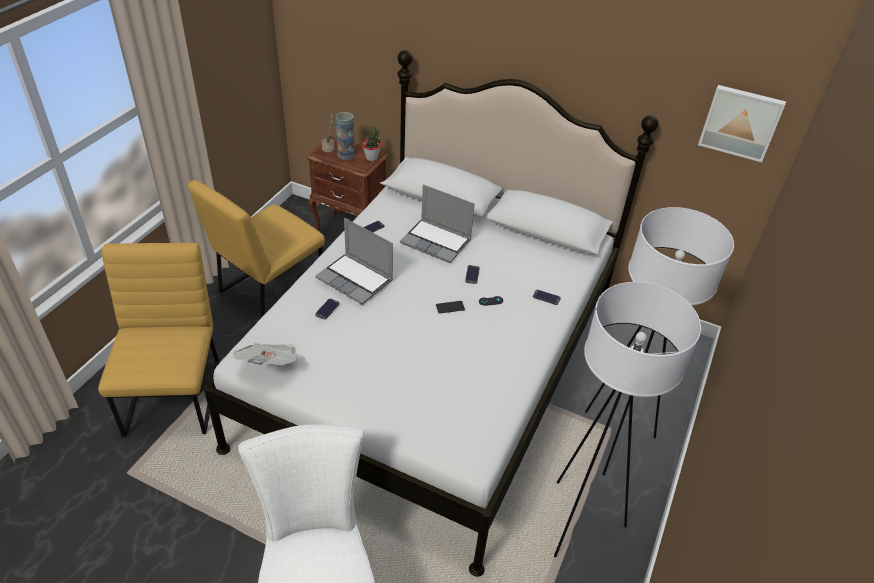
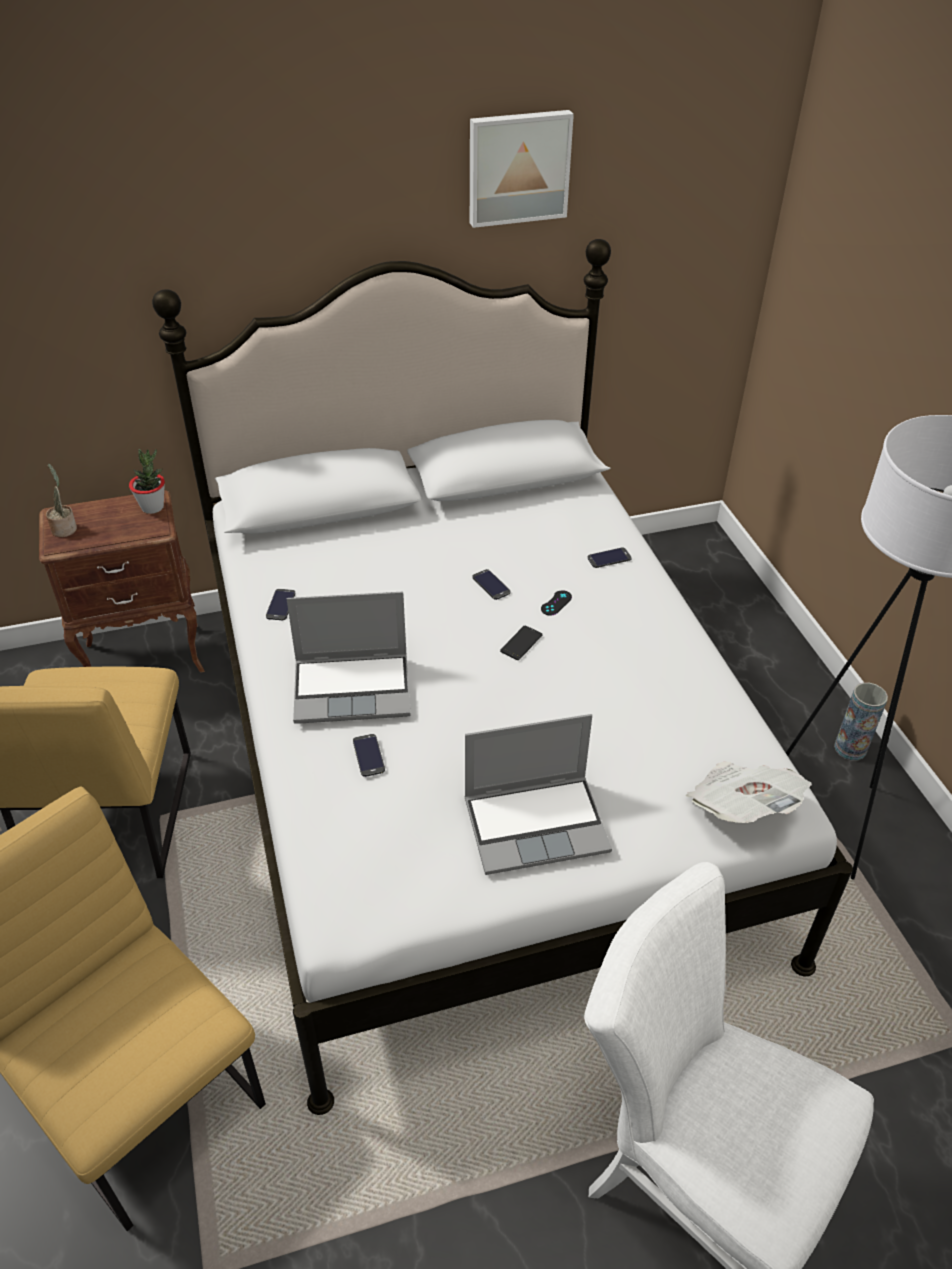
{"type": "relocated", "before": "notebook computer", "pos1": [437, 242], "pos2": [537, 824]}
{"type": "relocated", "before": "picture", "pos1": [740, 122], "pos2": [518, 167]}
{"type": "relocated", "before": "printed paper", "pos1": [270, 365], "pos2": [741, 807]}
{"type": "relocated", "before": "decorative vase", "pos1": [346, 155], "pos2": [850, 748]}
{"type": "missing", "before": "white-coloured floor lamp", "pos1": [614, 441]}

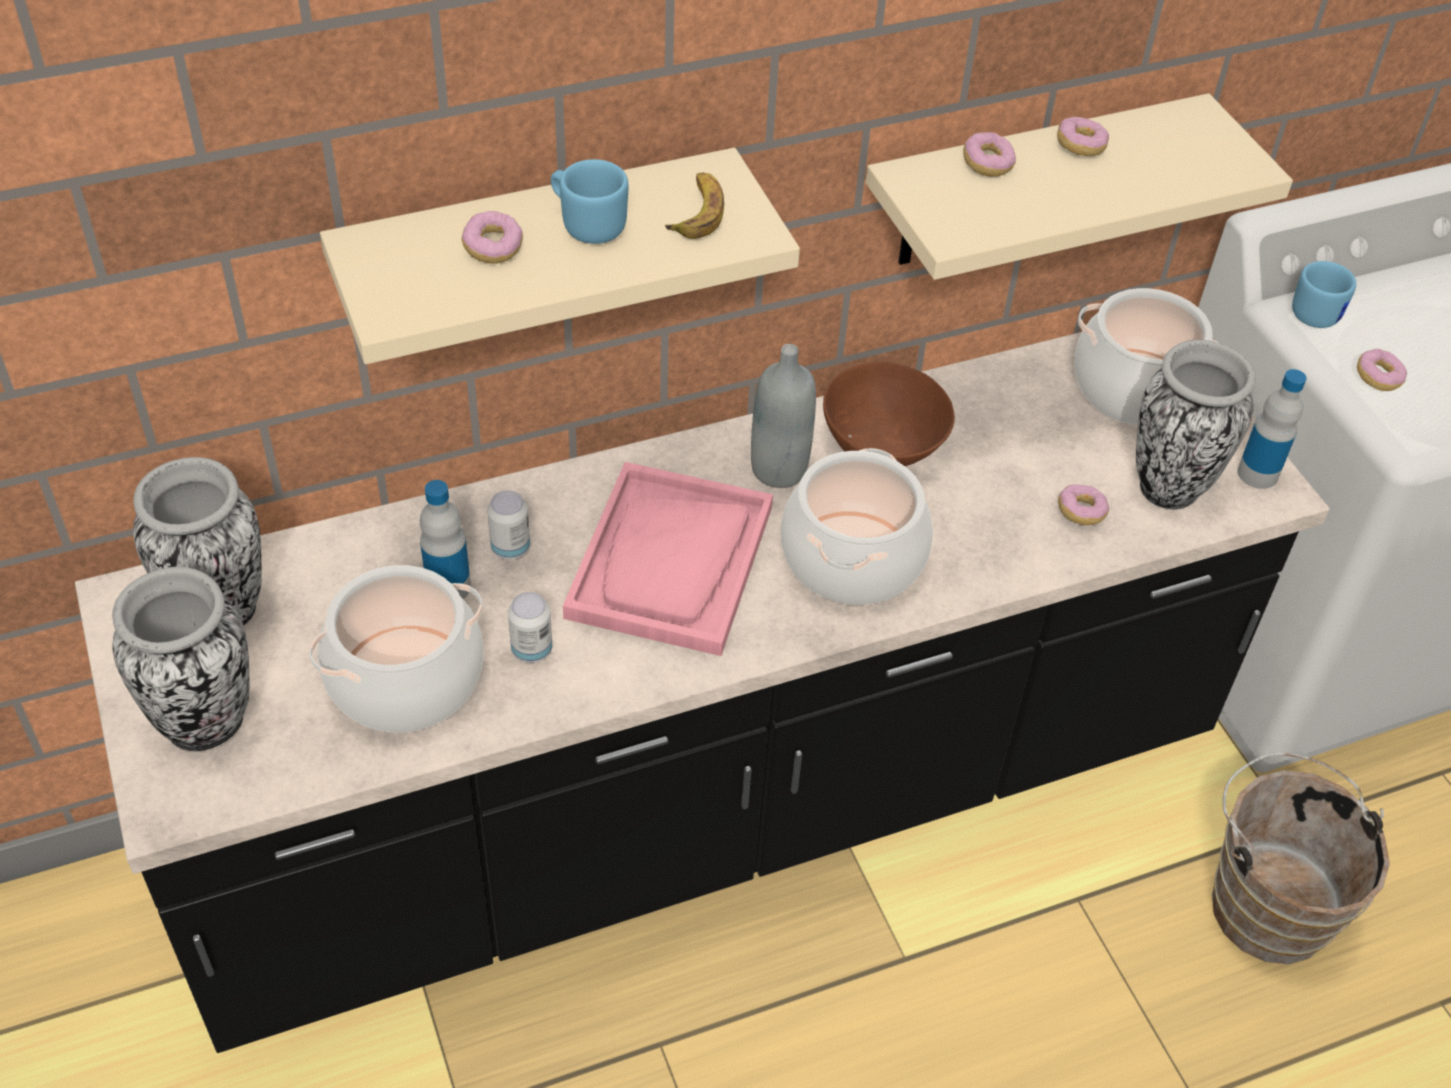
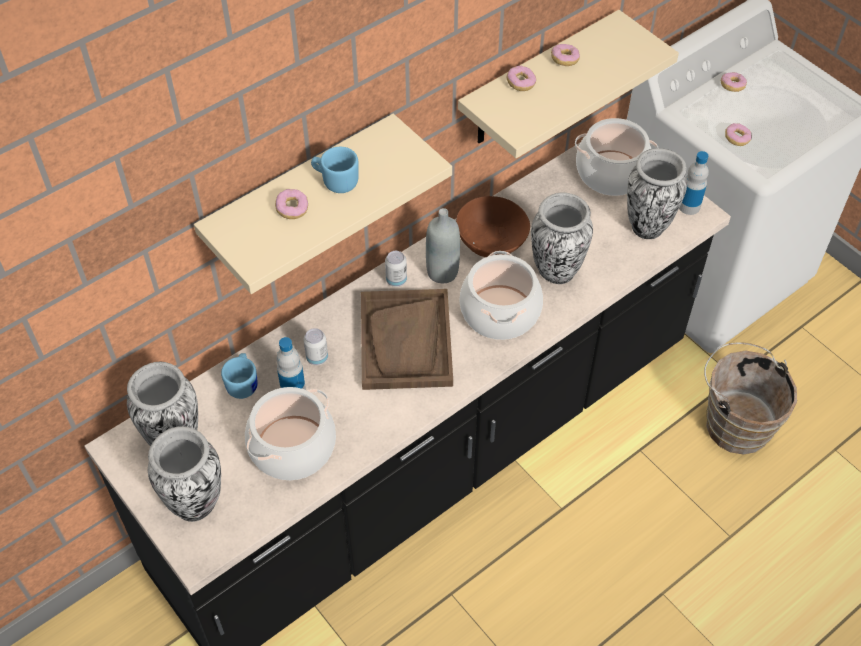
{"type": "relocated", "before": "bluish tea mug", "pos1": [1316, 310], "pos2": [243, 383]}
{"type": "colour", "before": "pink serving tray", "after": "brownish serving tray", "pos1": [671, 562], "pos2": [406, 341]}
{"type": "relocated", "before": "sealed can", "pos1": [532, 650], "pos2": [396, 280]}
{"type": "appeared", "after": "decorative vase", "pos2": [556, 271]}
{"type": "relocated", "before": "doughnut", "pos1": [1081, 512], "pos2": [732, 86]}
{"type": "missing", "before": "banana", "pos1": [697, 212]}

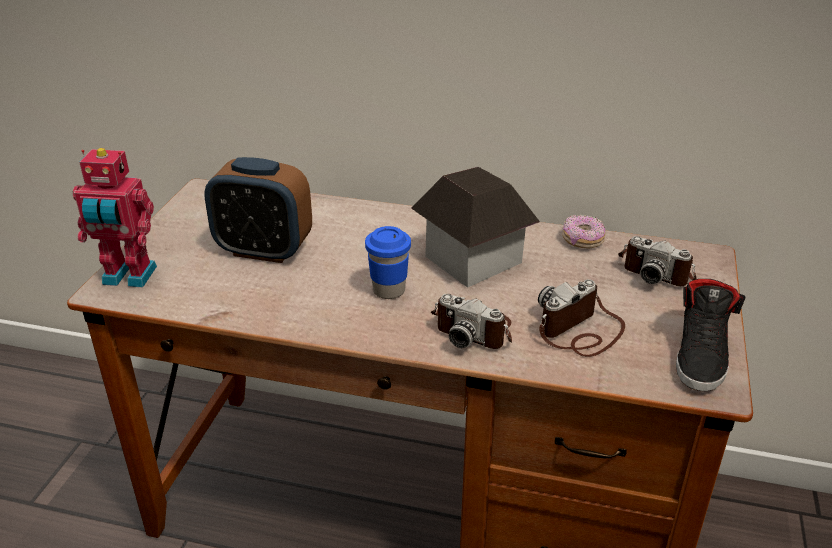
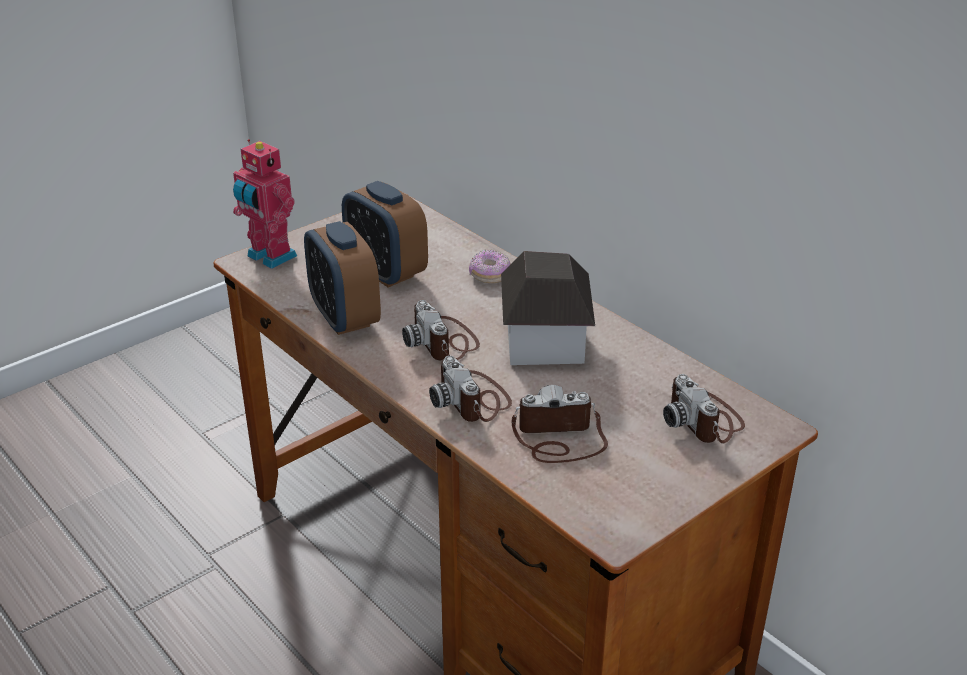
{"type": "appeared", "after": "alarm clock", "pos2": [344, 317]}
{"type": "exchanged", "before": "bluish small cup", "after": "photo camera", "pos1": [389, 290], "pos2": [443, 342]}
{"type": "relocated", "before": "doughnut", "pos1": [582, 240], "pos2": [489, 275]}
{"type": "missing", "before": "blackish shoe", "pos1": [701, 354]}

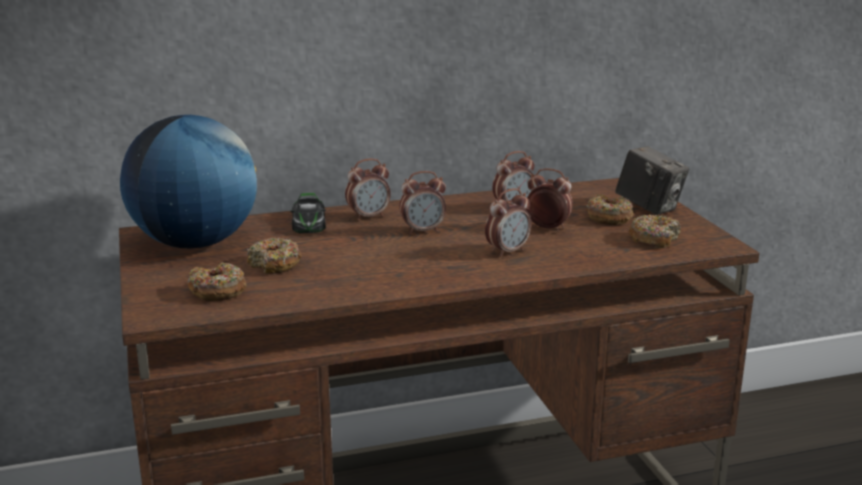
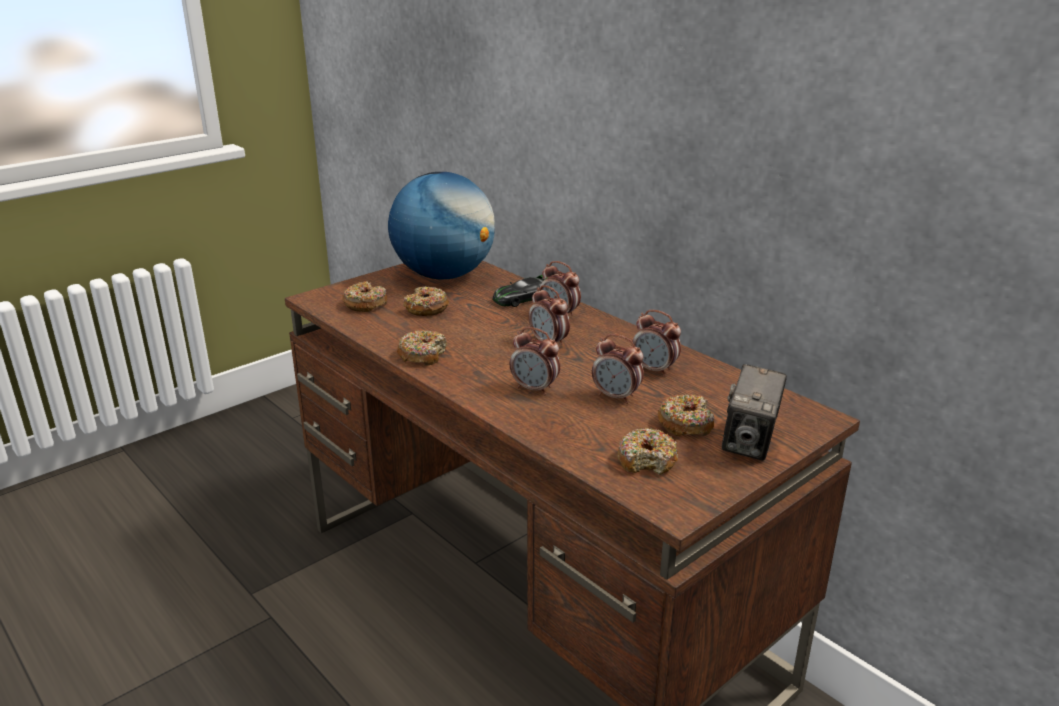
{"type": "appeared", "after": "doughnut", "pos2": [422, 355]}
{"type": "spun", "before": "alarm clock", "pos1": [547, 228], "pos2": [616, 397], "turn": 120}

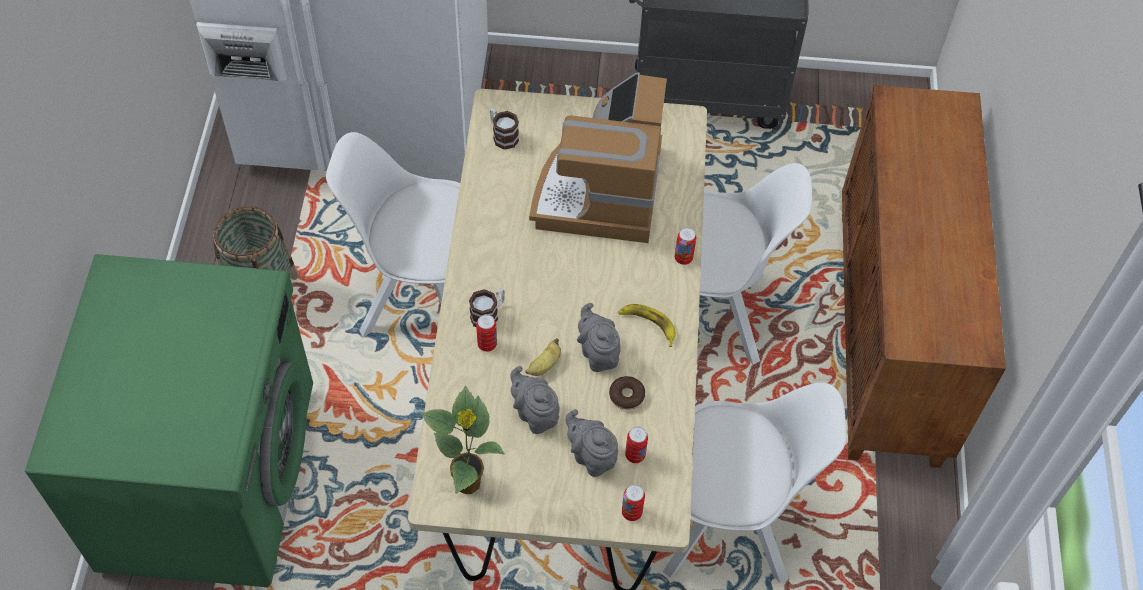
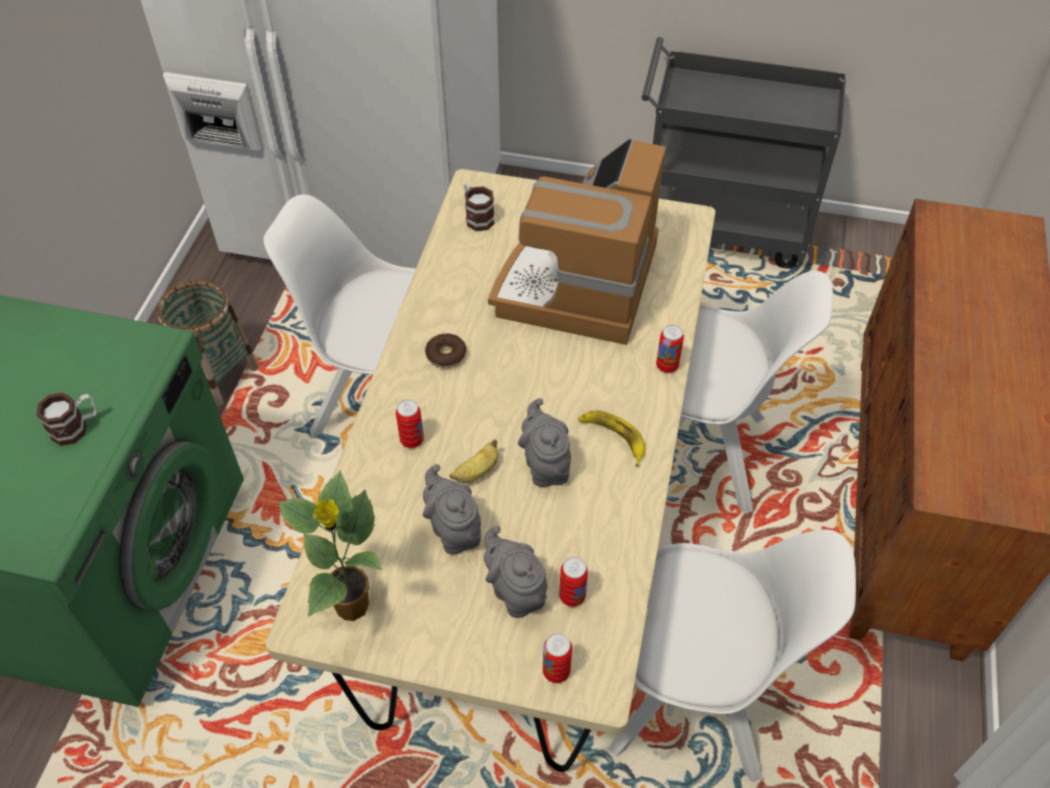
{"type": "relocated", "before": "tea mug", "pos1": [488, 314], "pos2": [76, 427]}
{"type": "relocated", "before": "doughnut", "pos1": [626, 396], "pos2": [446, 355]}

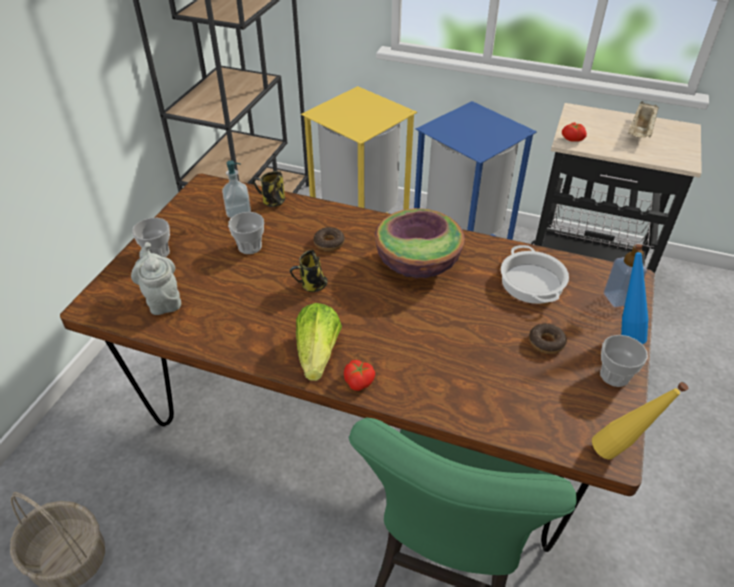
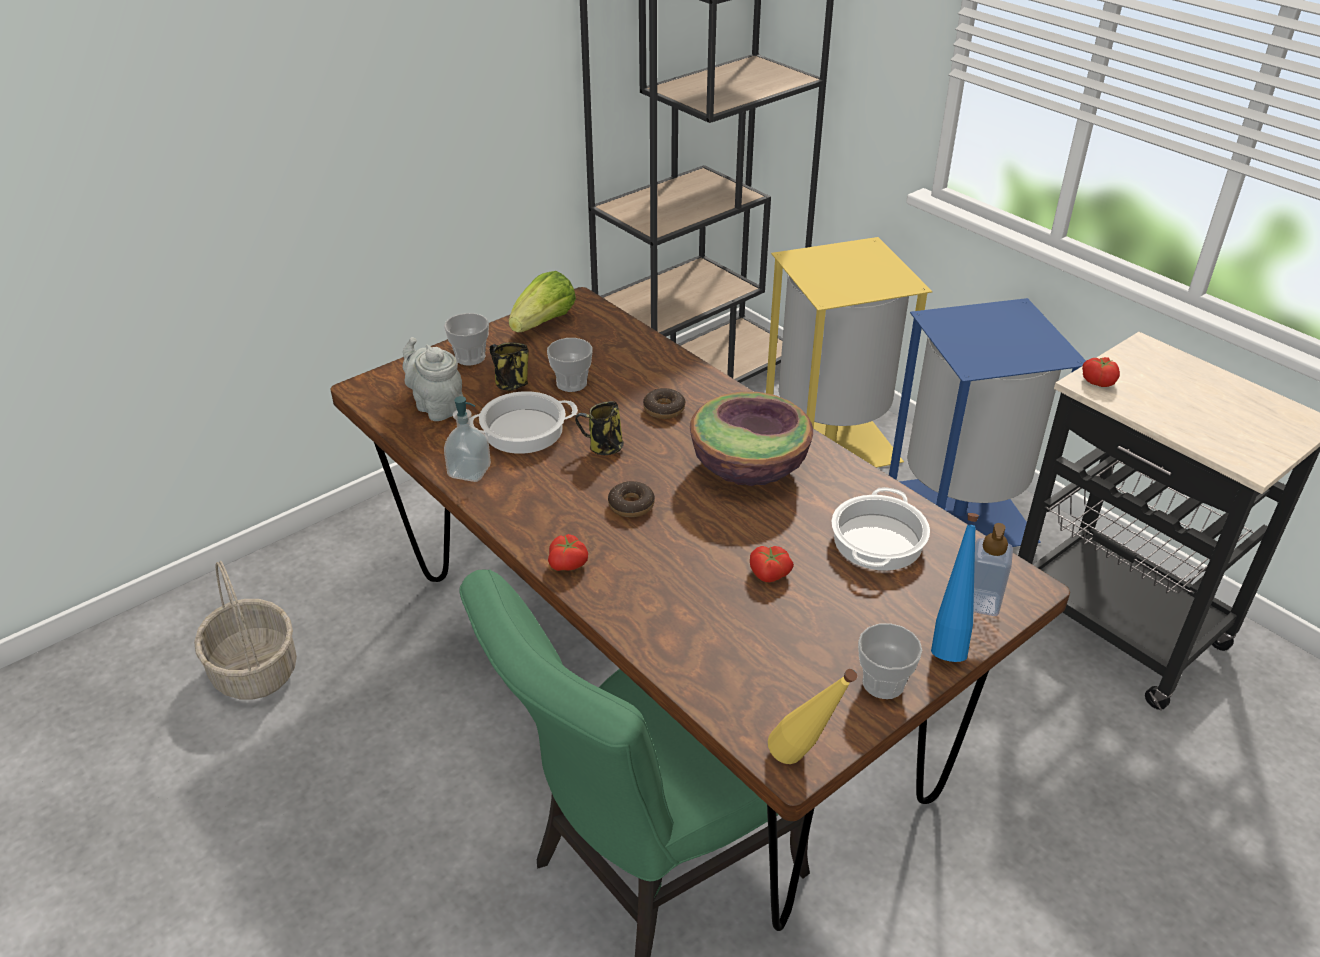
{"type": "spun", "before": "grey pot for tea", "pos1": [162, 300], "pos2": [437, 406], "turn": -45}
{"type": "relocated", "before": "soap bottle", "pos1": [238, 211], "pos2": [469, 471]}
{"type": "appeared", "after": "stockpot", "pos2": [523, 431]}
{"type": "relocated", "before": "tea mug", "pos1": [272, 202], "pos2": [510, 384]}
{"type": "relocated", "before": "lettuce", "pos1": [318, 354], "pos2": [544, 323]}
{"type": "relocated", "before": "doughnut", "pos1": [546, 342], "pos2": [631, 505]}
{"type": "appeared", "after": "tomato", "pos2": [769, 574]}
{"type": "missing", "before": "beige-coloured serving tray", "pos1": [640, 131]}

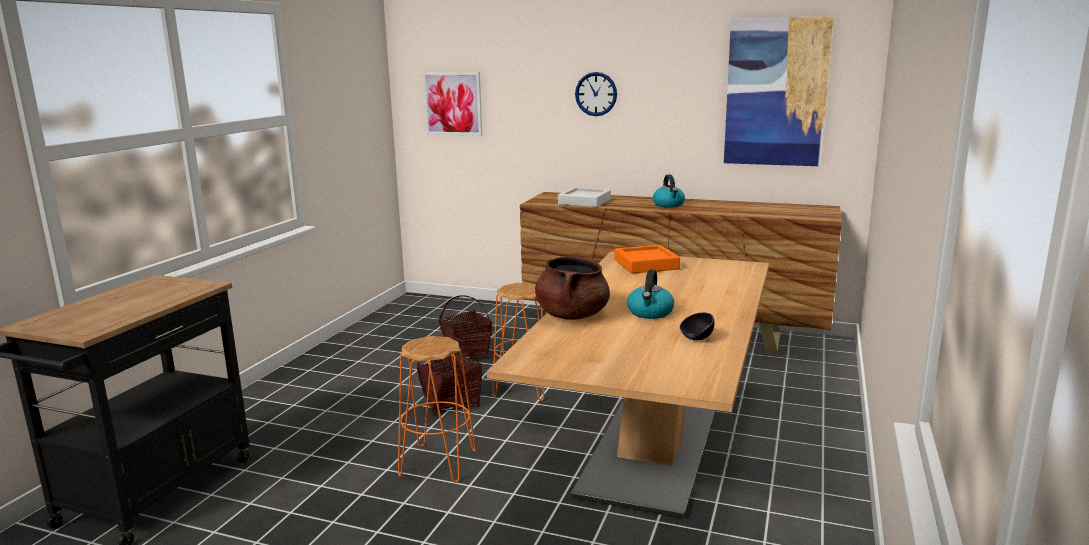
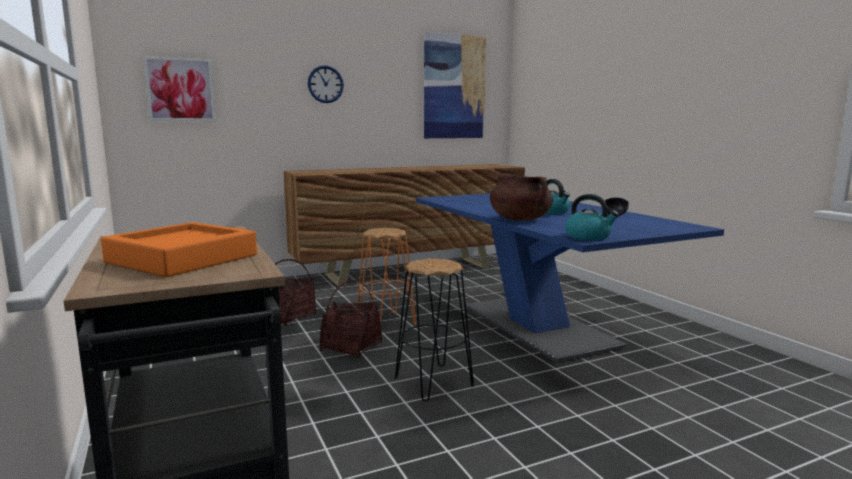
{"type": "relocated", "before": "orange serving tray", "pos1": [646, 264], "pos2": [182, 259]}
{"type": "colour", "before": "orange sitting stool", "after": "blackish sitting stool", "pos1": [438, 463], "pos2": [433, 382]}
{"type": "colour", "before": "beige-coloured kitchen table", "after": "bluish kitchen table", "pos1": [651, 450], "pos2": [537, 326]}
{"type": "relocated", "before": "tea kettle", "pos1": [669, 205], "pos2": [589, 237]}
{"type": "missing", "before": "grey serving tray", "pos1": [584, 202]}

